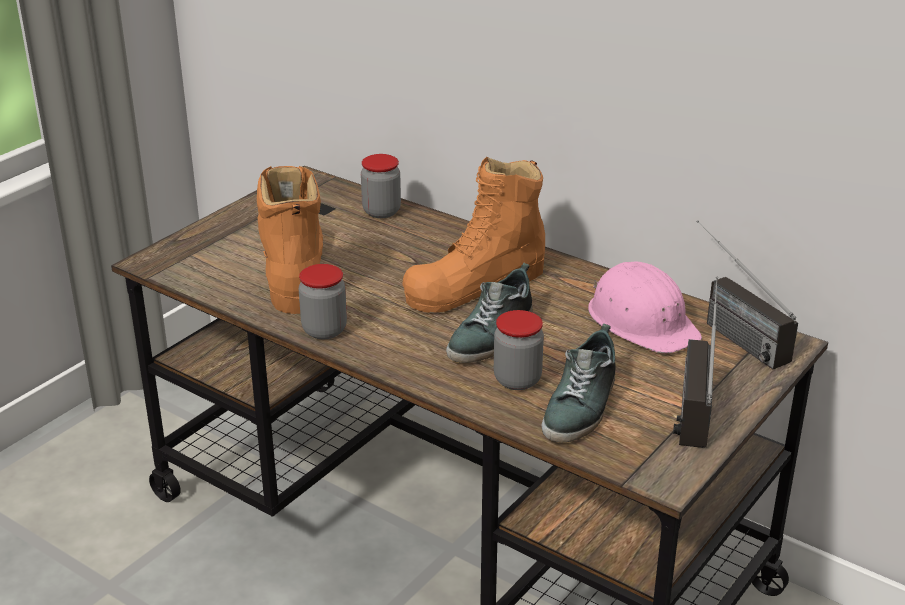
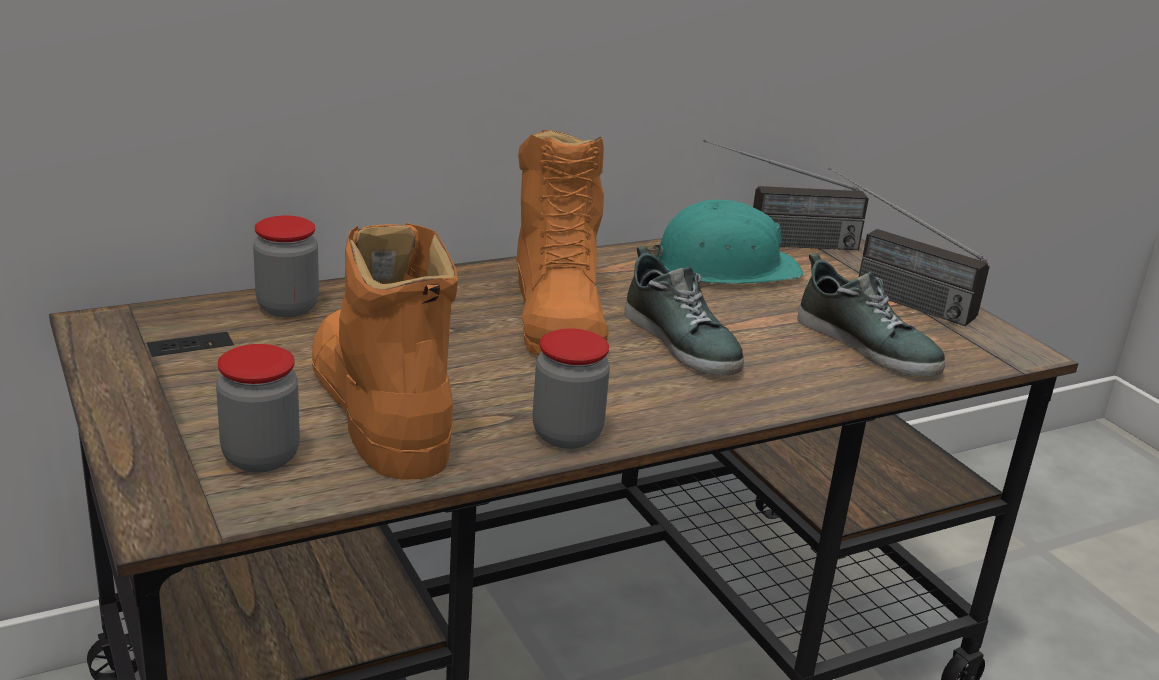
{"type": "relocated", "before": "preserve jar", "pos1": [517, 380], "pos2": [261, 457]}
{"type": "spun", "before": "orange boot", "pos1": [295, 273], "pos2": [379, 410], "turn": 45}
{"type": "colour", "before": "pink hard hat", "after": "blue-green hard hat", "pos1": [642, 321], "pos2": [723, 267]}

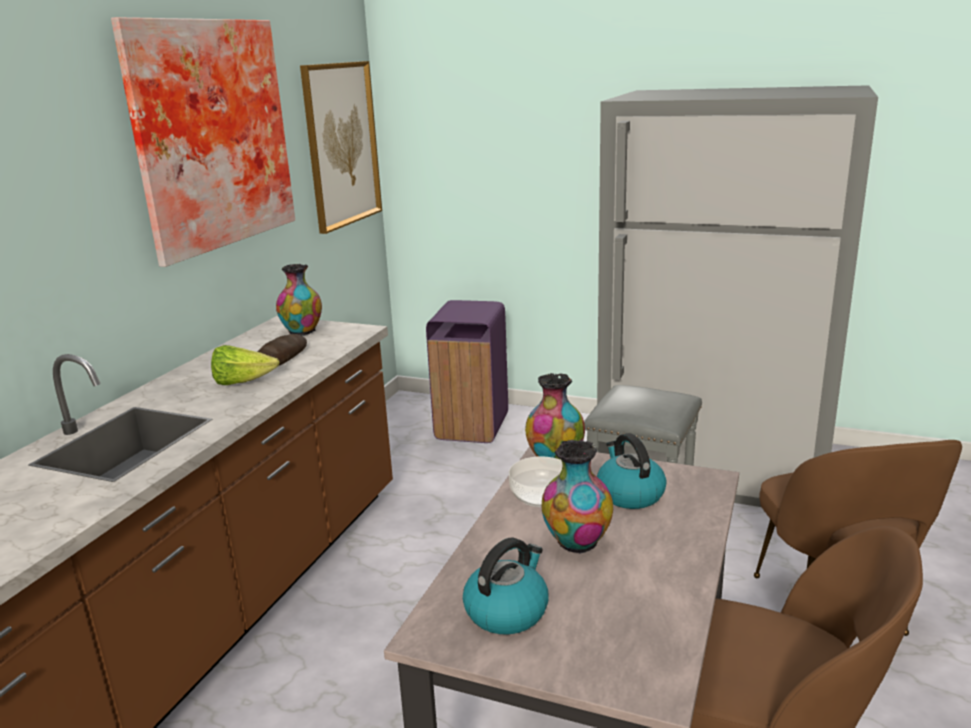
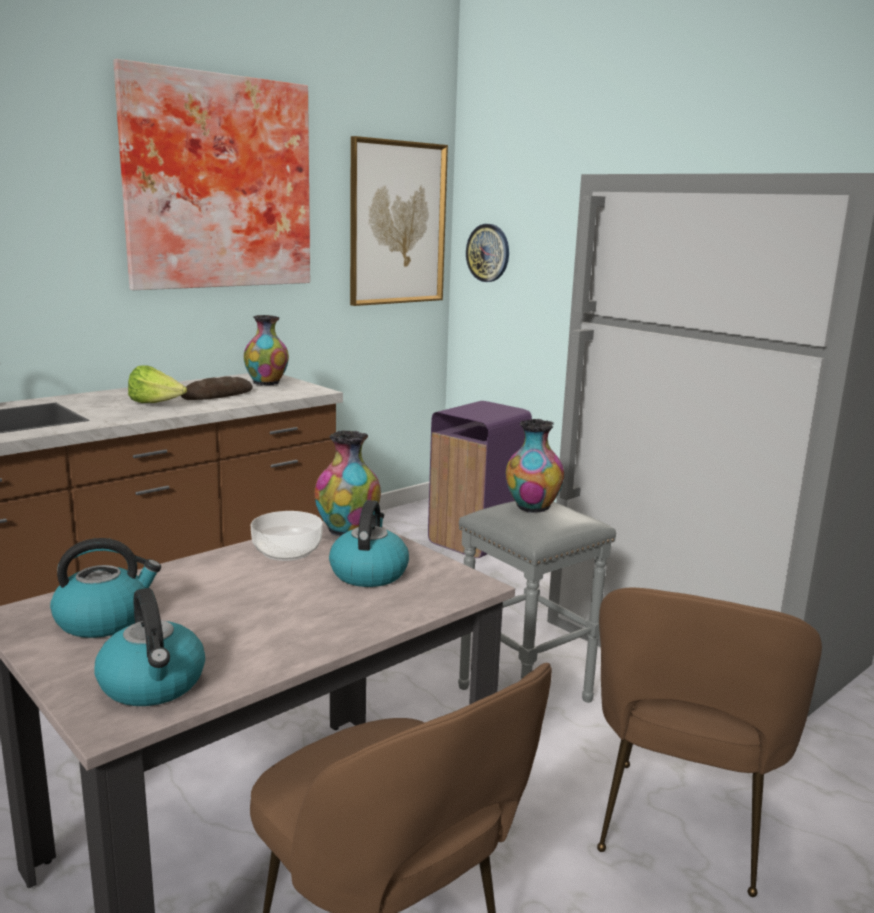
{"type": "appeared", "after": "tea kettle", "pos2": [153, 684]}
{"type": "appeared", "after": "hanging clock", "pos2": [488, 253]}
{"type": "relocated", "before": "decorative vase", "pos1": [576, 543], "pos2": [532, 508]}

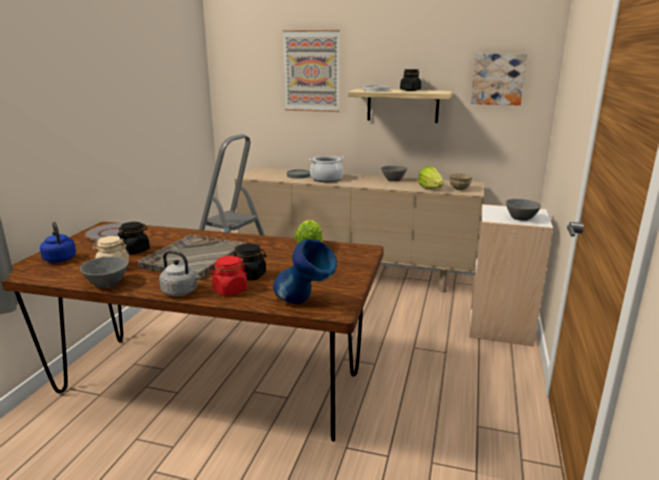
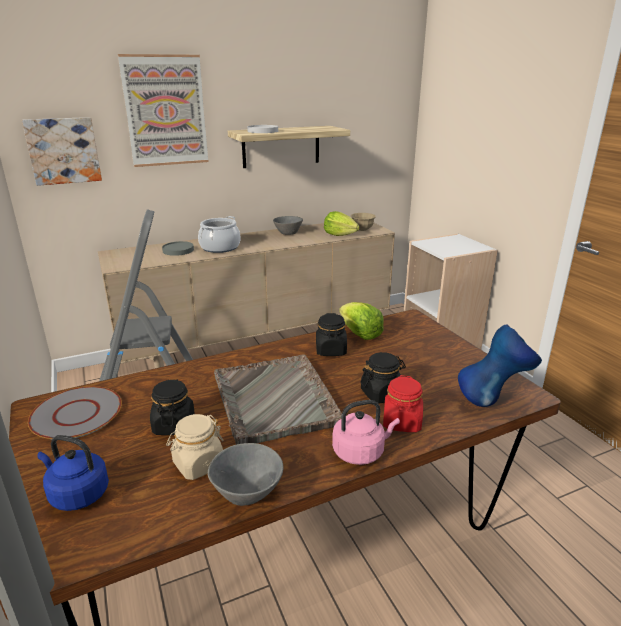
{"type": "relocated", "before": "picture", "pos1": [498, 79], "pos2": [63, 150]}
{"type": "relocated", "before": "blackish preserve jar", "pos1": [410, 90], "pos2": [331, 350]}
{"type": "colour", "before": "grey tea kettle", "after": "pink tea kettle", "pos1": [181, 292], "pos2": [361, 452]}
{"type": "missing", "before": "grey bowl", "pos1": [520, 219]}

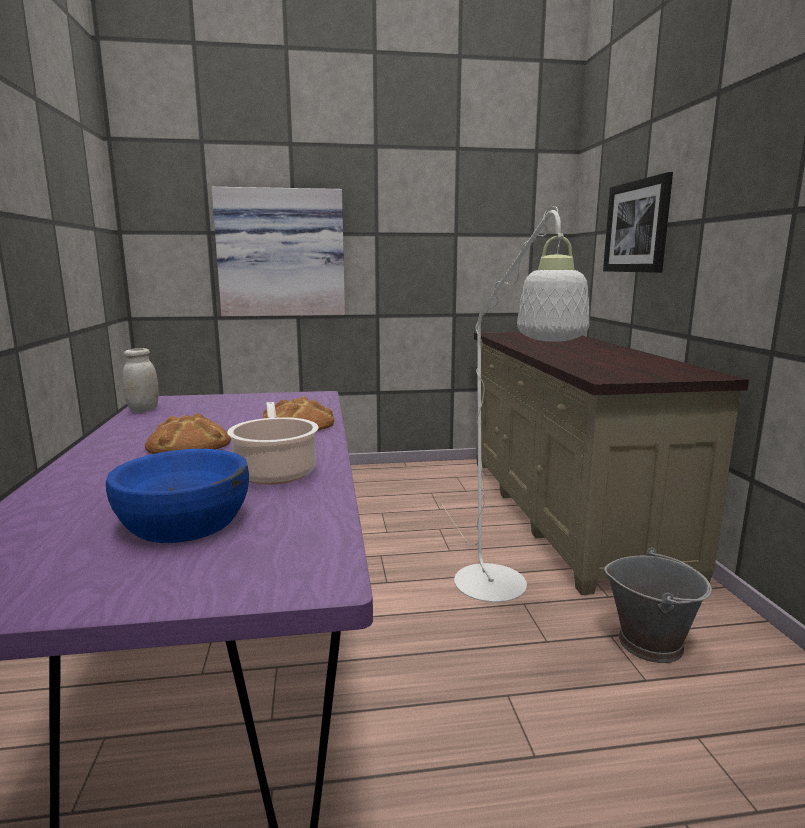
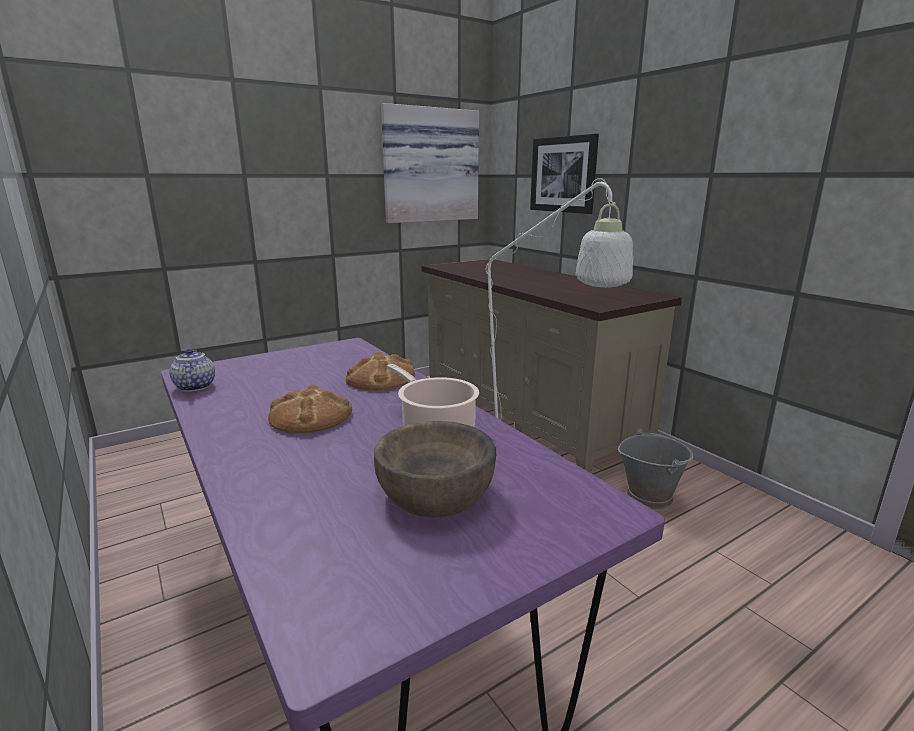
{"type": "exchanged", "before": "white-coloured preserve jar", "after": "pot for tea", "pos1": [143, 410], "pos2": [194, 386]}
{"type": "colour", "before": "bluish bowl", "after": "brownish bowl", "pos1": [185, 521], "pos2": [435, 492]}
{"type": "relocated", "before": "picture", "pos1": [281, 253], "pos2": [429, 166]}

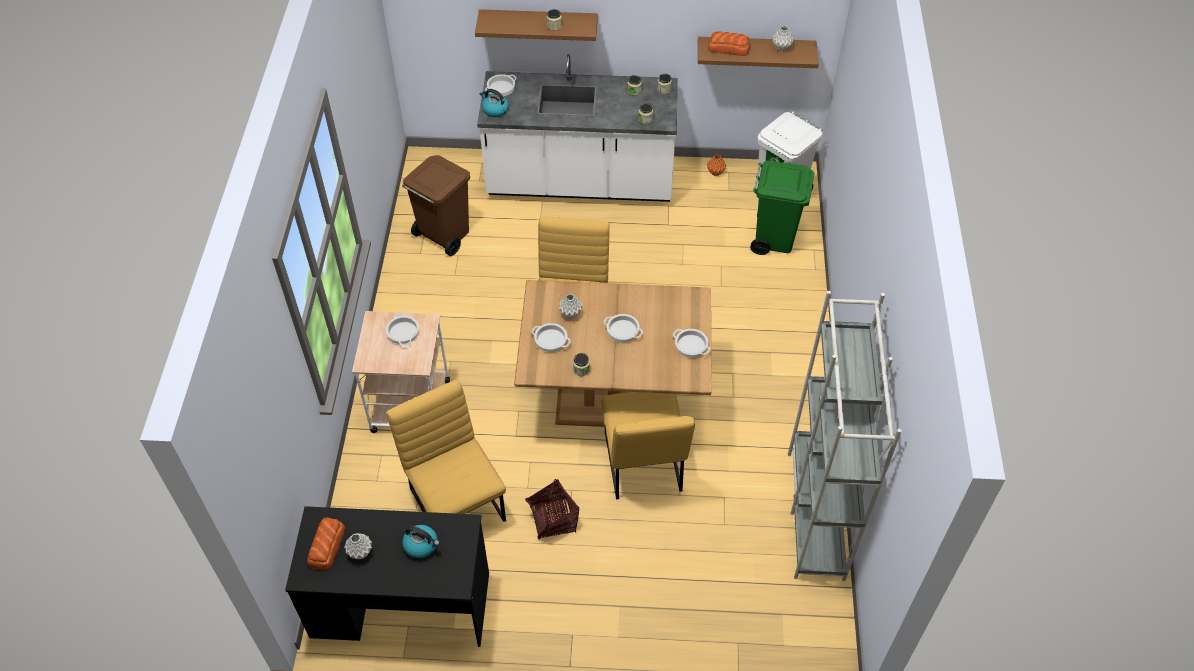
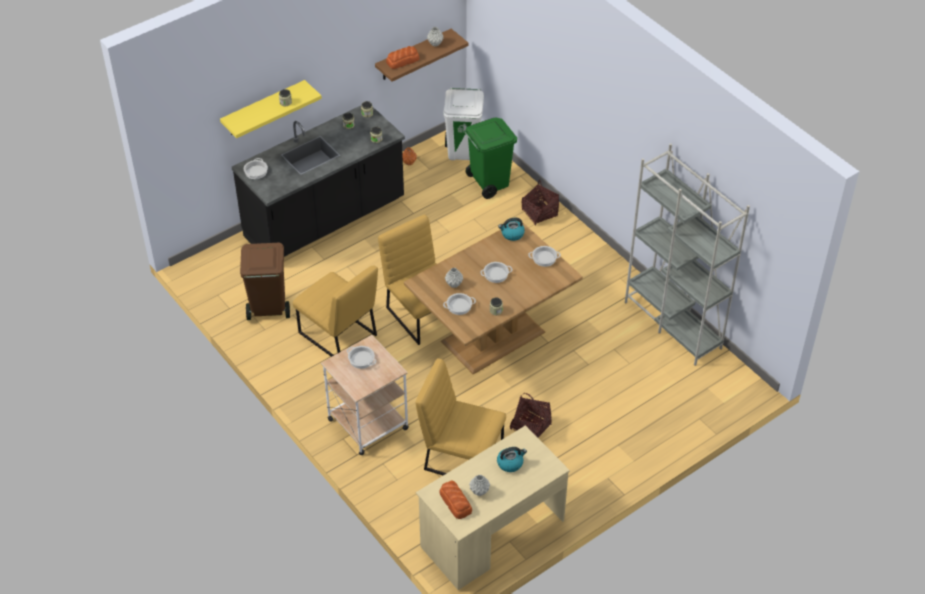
{"type": "colour", "before": "brownish shelf", "after": "yellow-coloured shelf", "pos1": [538, 24], "pos2": [264, 108]}
{"type": "colour", "before": "white-coloured counter", "after": "blackish counter", "pos1": [580, 182], "pos2": [325, 220]}
{"type": "relocated", "before": "yellow-coloured plain chair", "pos1": [642, 464], "pos2": [339, 335]}
{"type": "colour", "before": "blackish desk", "after": "beige-coloured desk", "pos1": [400, 604], "pos2": [492, 534]}
{"type": "relocated", "before": "tea kettle", "pos1": [495, 110], "pos2": [512, 234]}
{"type": "appeared", "after": "storage basket", "pos2": [539, 213]}

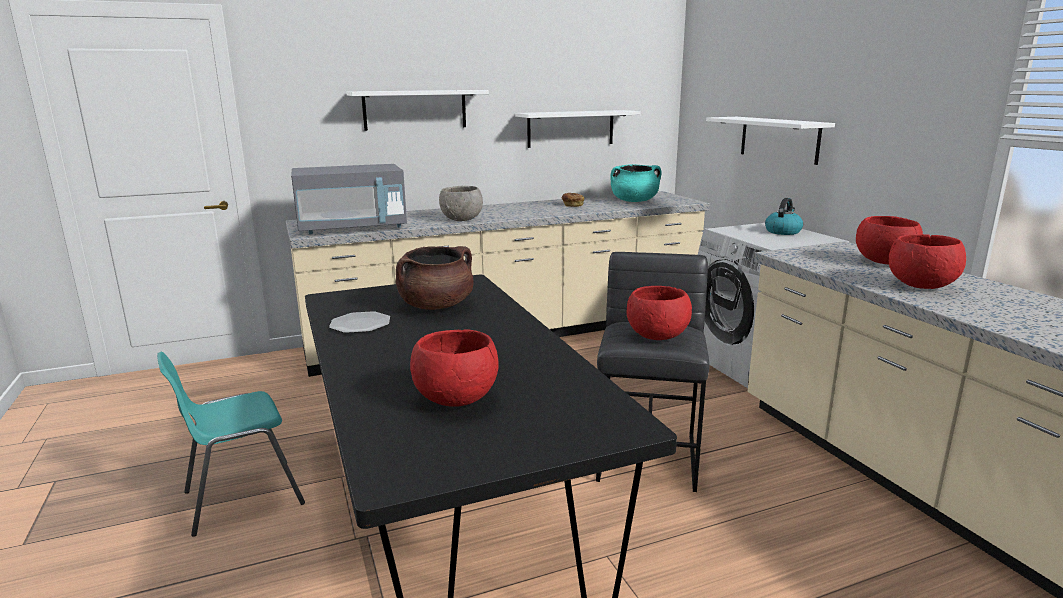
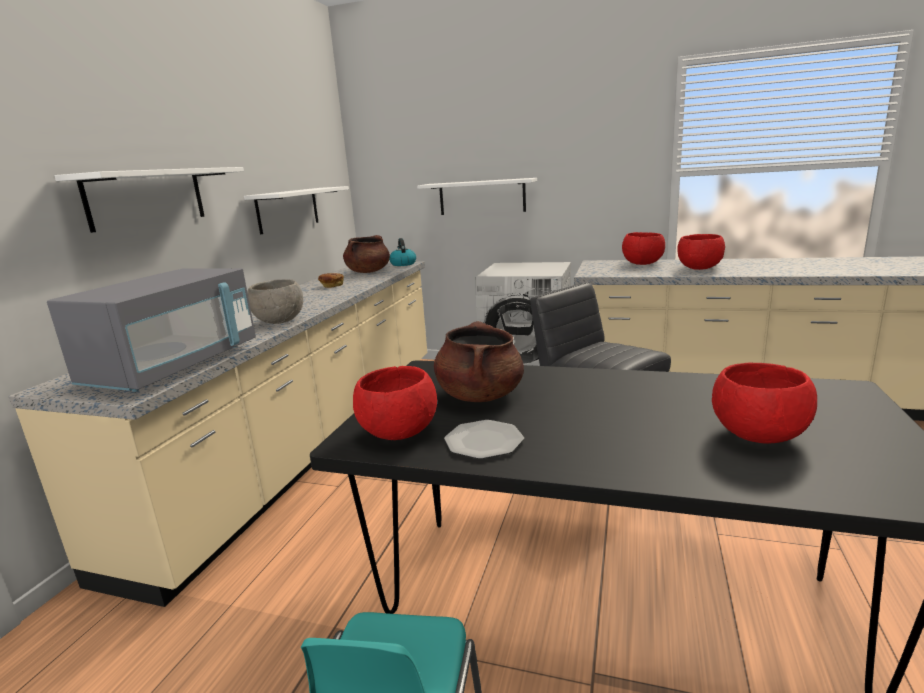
{"type": "colour", "before": "blue-green stockpot", "after": "brownish stockpot", "pos1": [634, 201], "pos2": [368, 272]}
{"type": "relocated", "before": "red-coloured bowl", "pos1": [657, 336], "pos2": [399, 432]}
{"type": "relocated", "before": "tea kettle", "pos1": [783, 231], "pos2": [403, 264]}

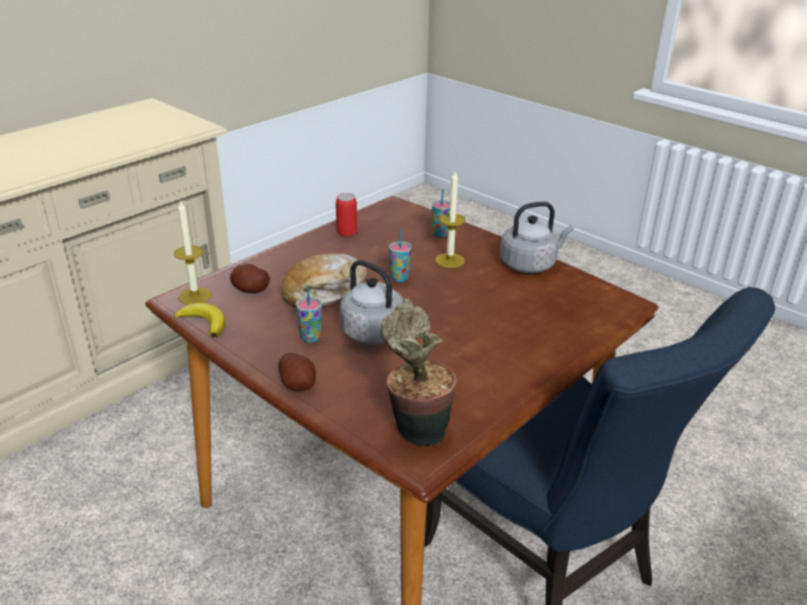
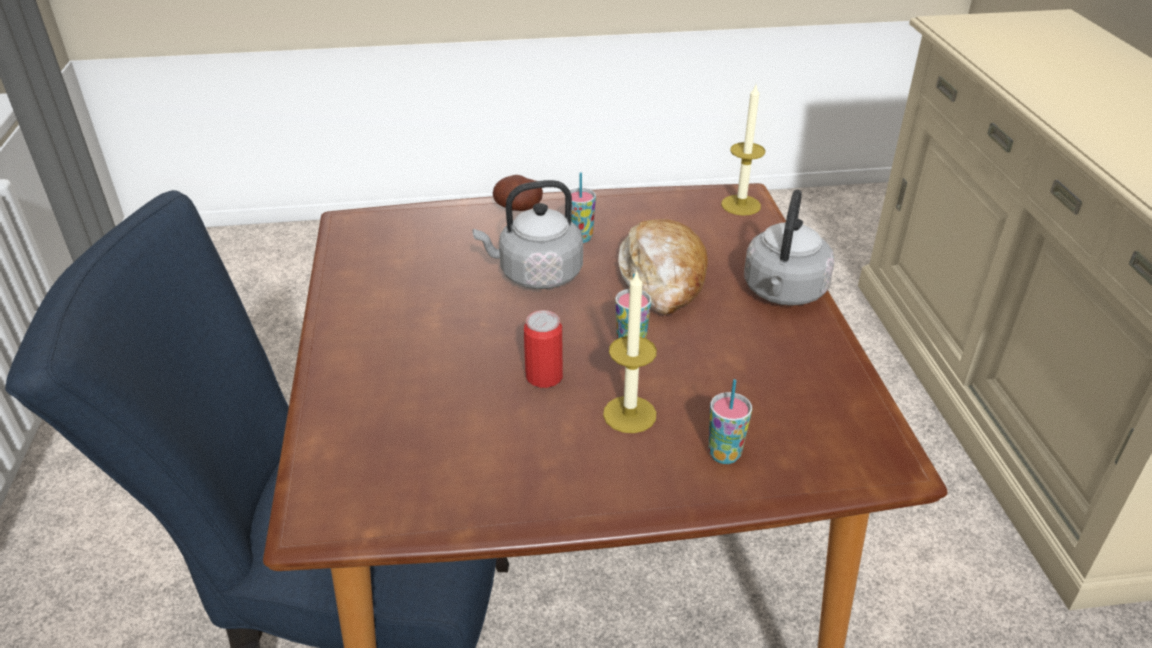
{"type": "relocated", "before": "sealed can", "pos1": [346, 232], "pos2": [544, 377]}
{"type": "relocated", "before": "grey tea kettle", "pos1": [530, 264], "pos2": [783, 293]}
{"type": "missing", "before": "banana", "pos1": [204, 322]}
{"type": "missing", "before": "potato", "pos1": [250, 290]}
{"type": "missing", "before": "plant in a pot", "pos1": [416, 430]}

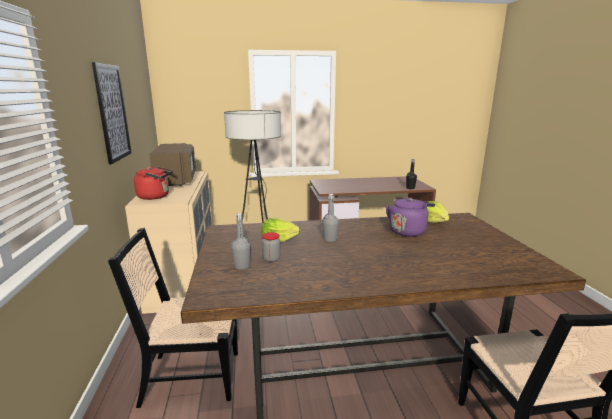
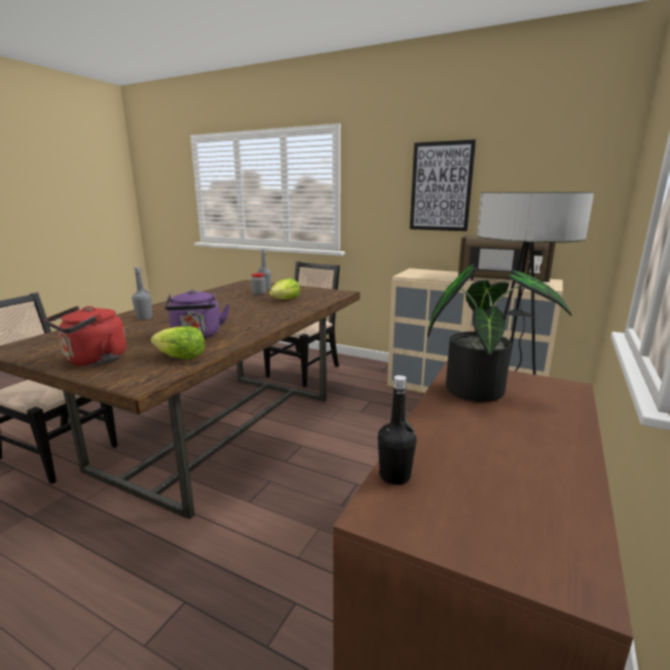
{"type": "relocated", "before": "red-coloured tea kettle", "pos1": [156, 196], "pos2": [93, 360]}
{"type": "relocated", "before": "grey beverage bottle", "pos1": [330, 239], "pos2": [144, 318]}
{"type": "appeared", "after": "plant in a pot", "pos2": [478, 388]}

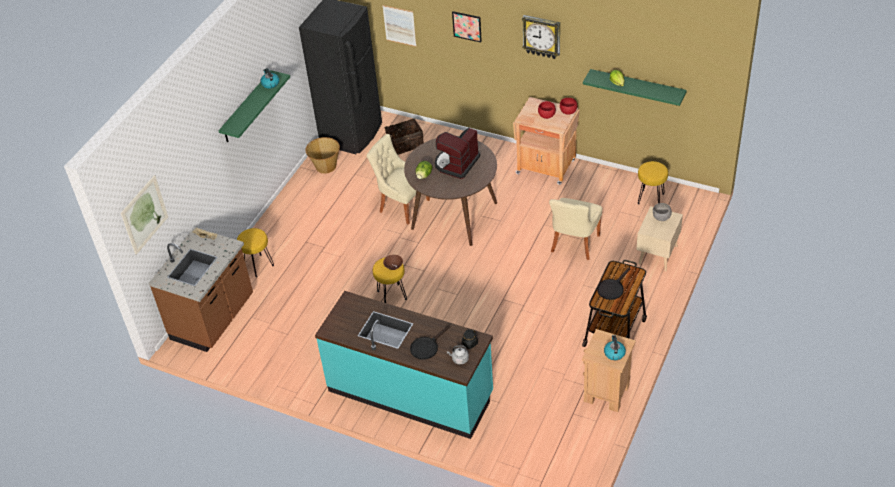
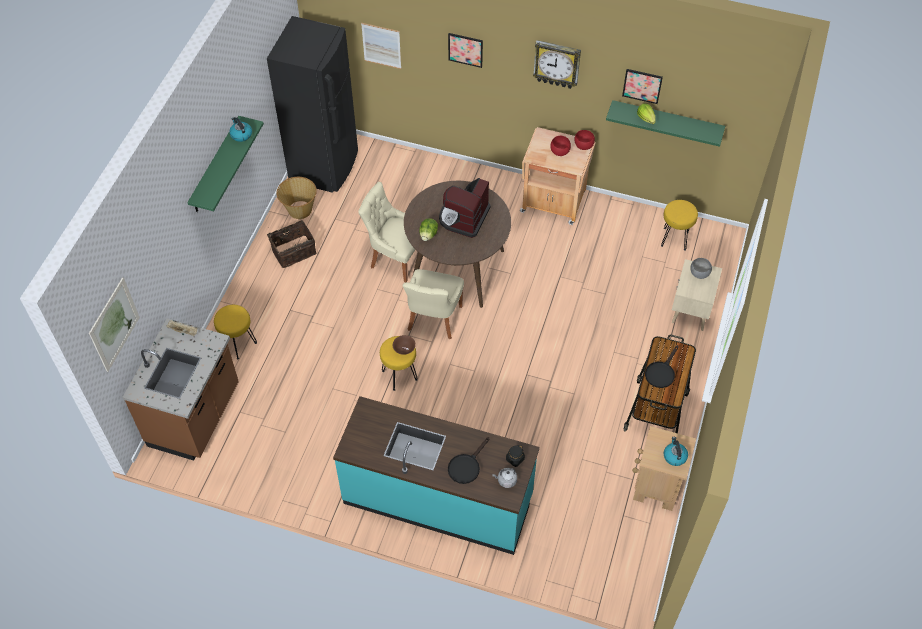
{"type": "relocated", "before": "storage basket", "pos1": [405, 144], "pos2": [293, 251]}
{"type": "relocated", "before": "beige-coloured plain chair", "pos1": [574, 245], "pos2": [433, 320]}
{"type": "appeared", "after": "picture", "pos2": [642, 86]}

